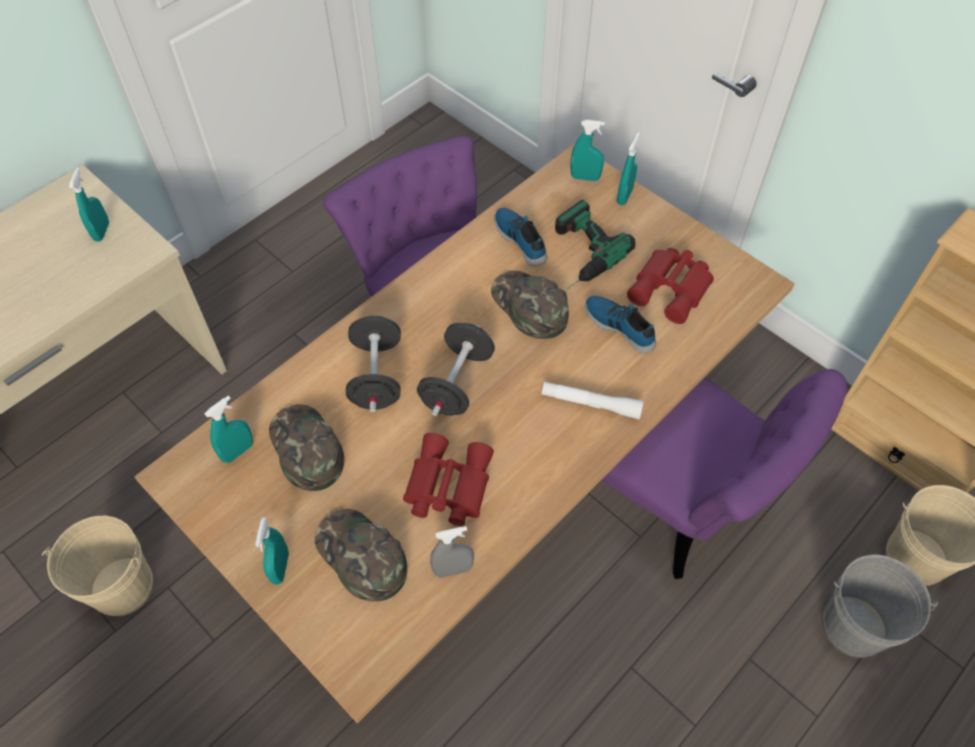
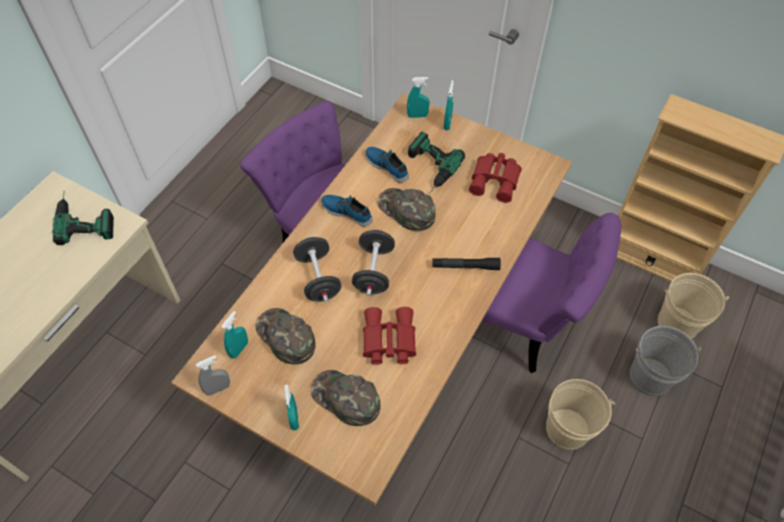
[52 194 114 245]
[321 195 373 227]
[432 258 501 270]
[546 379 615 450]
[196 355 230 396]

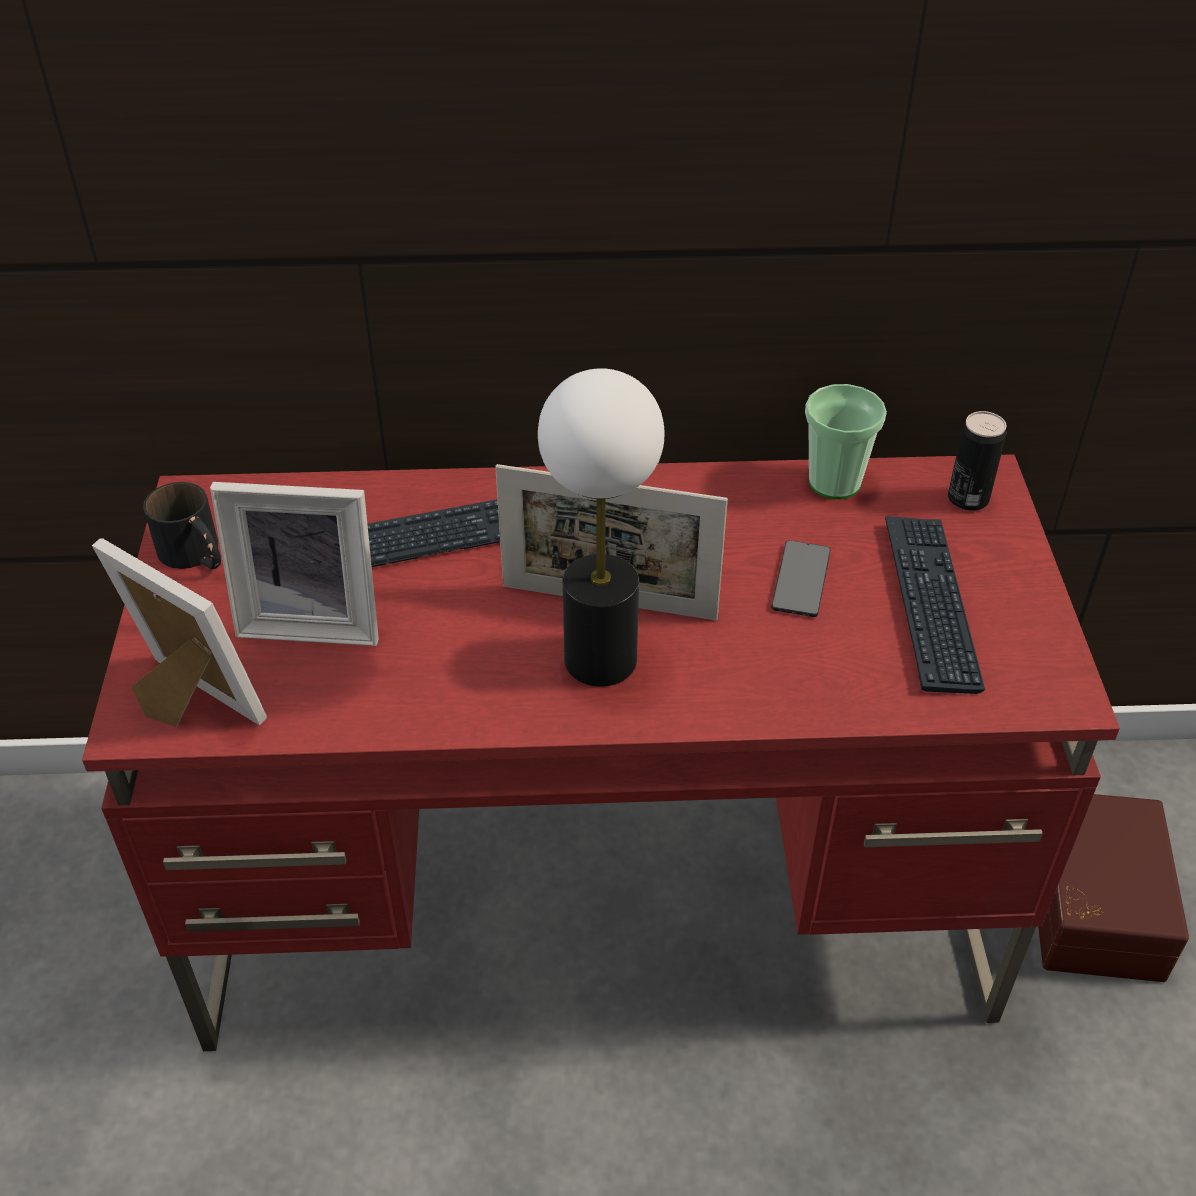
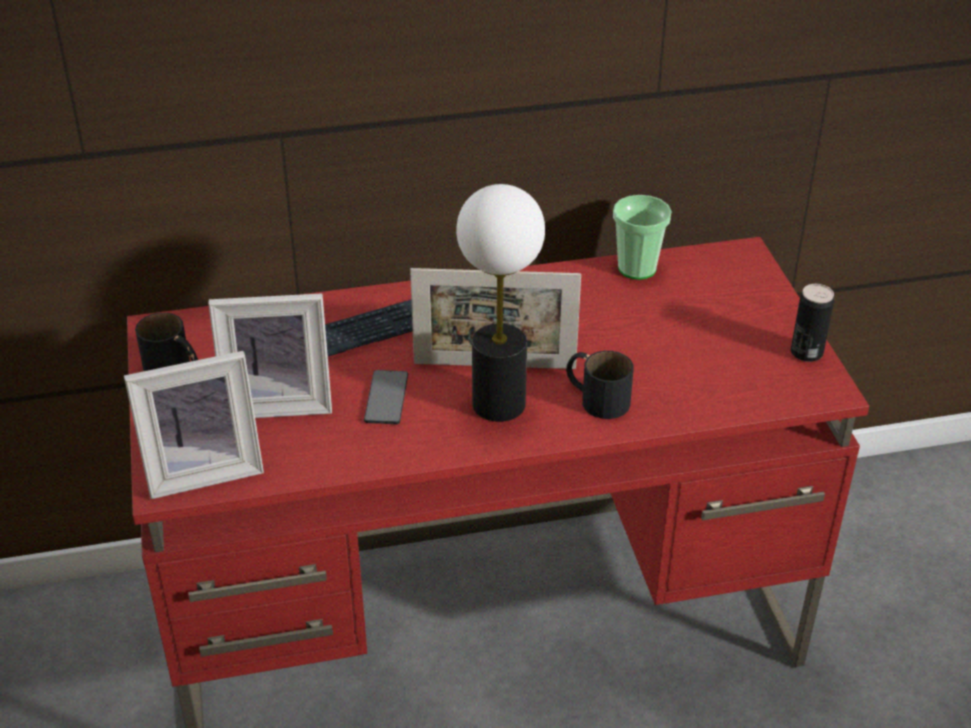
[791 284 834 362]
[885 516 985 694] (first image)
[124 351 264 499]
[364 370 408 424]
[1038 794 1189 982] (first image)
[566 351 634 419]

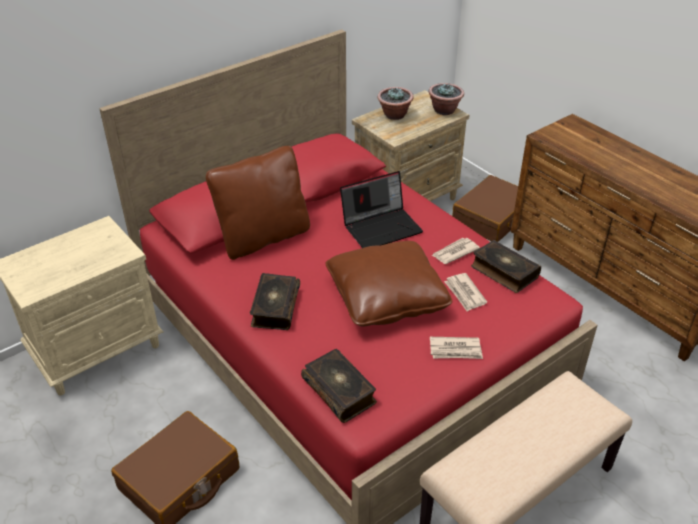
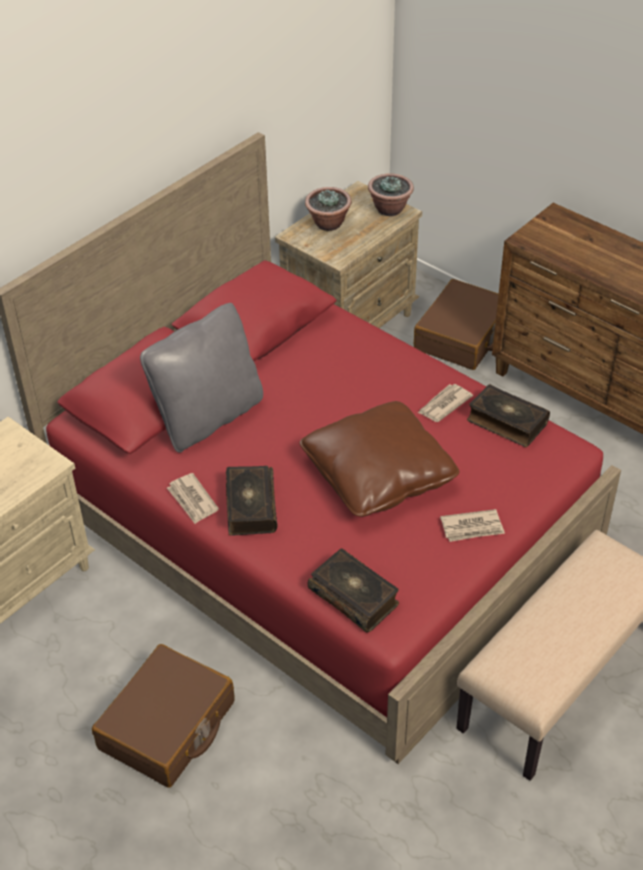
[140 303 263 453]
[340 171 423 248] (first image)
[167 473 219 524]

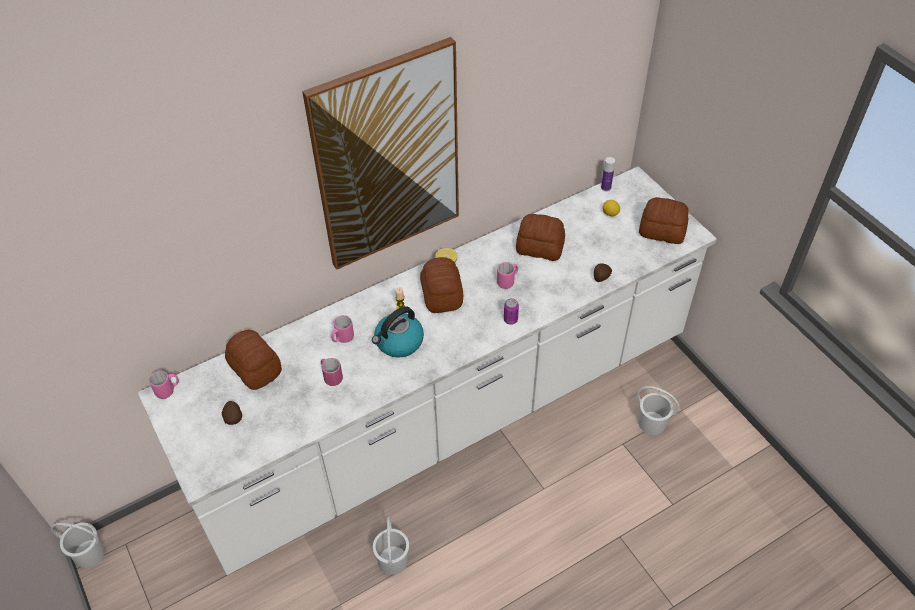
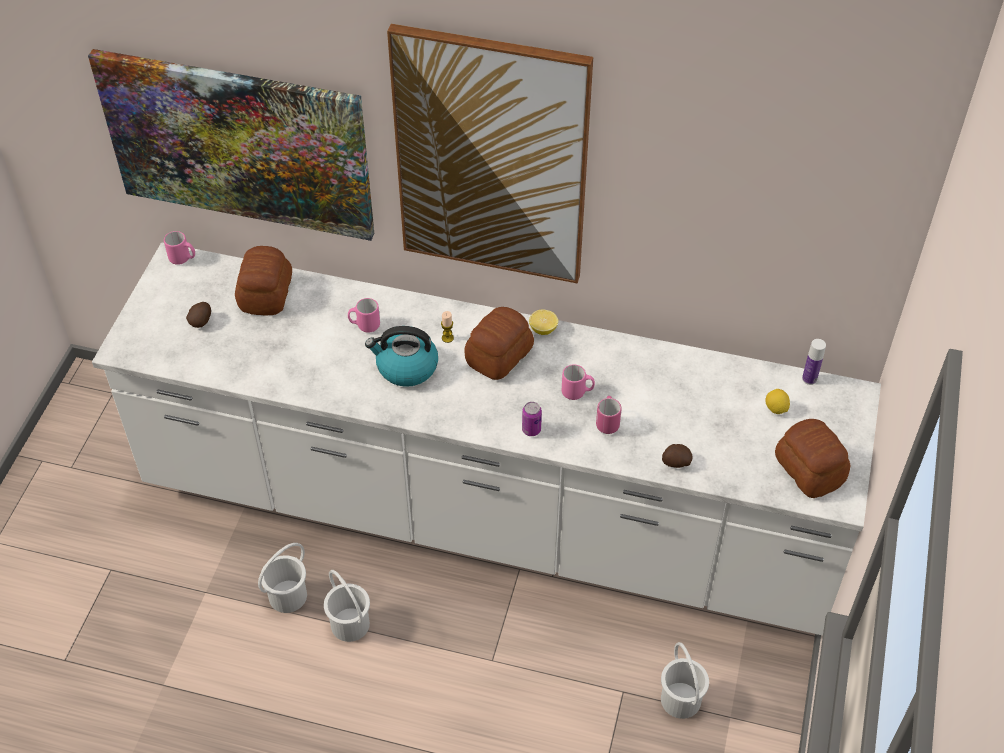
[516 214 565 261] (first image)
[596 396 621 434]
[324 570 370 642]
[88 49 374 241]

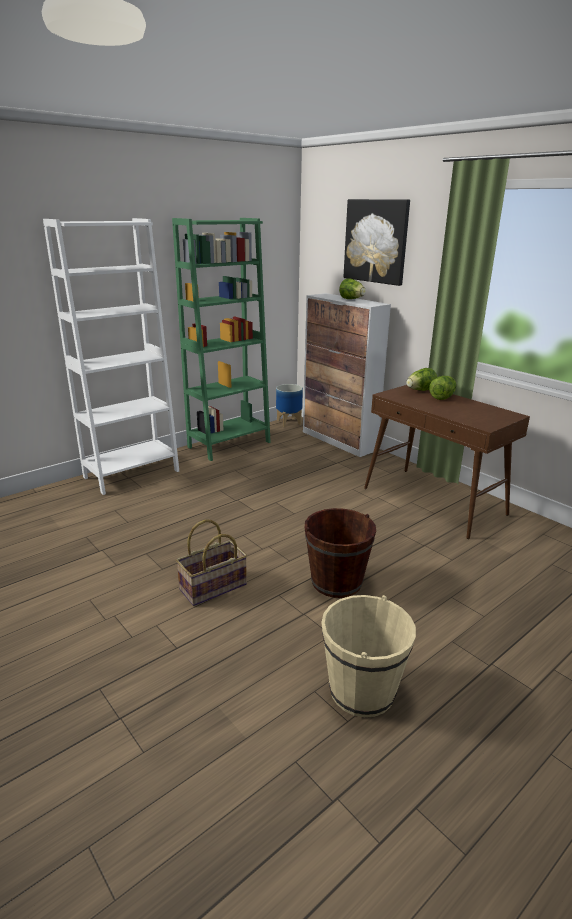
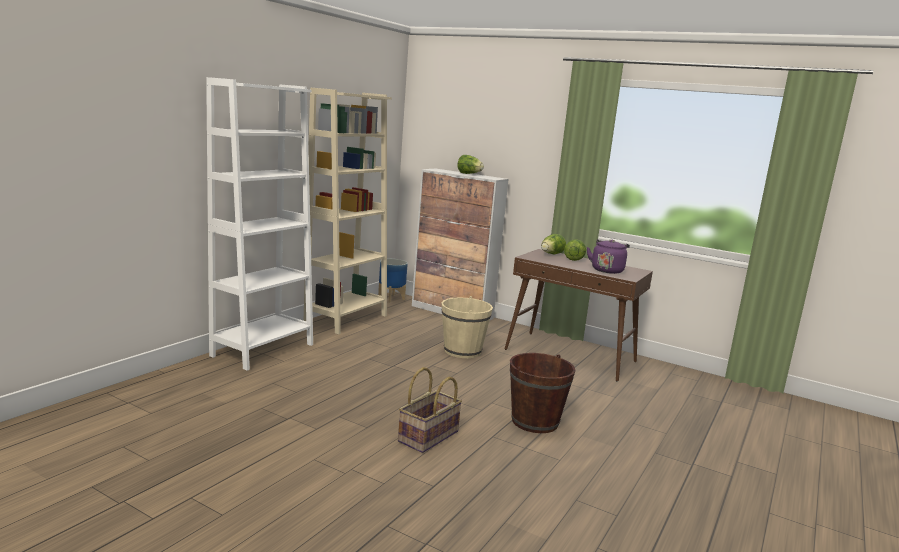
[343 199 410 286] (first image)
[304 88 392 334]
[441 296 493 358]
[587 239 630 274]

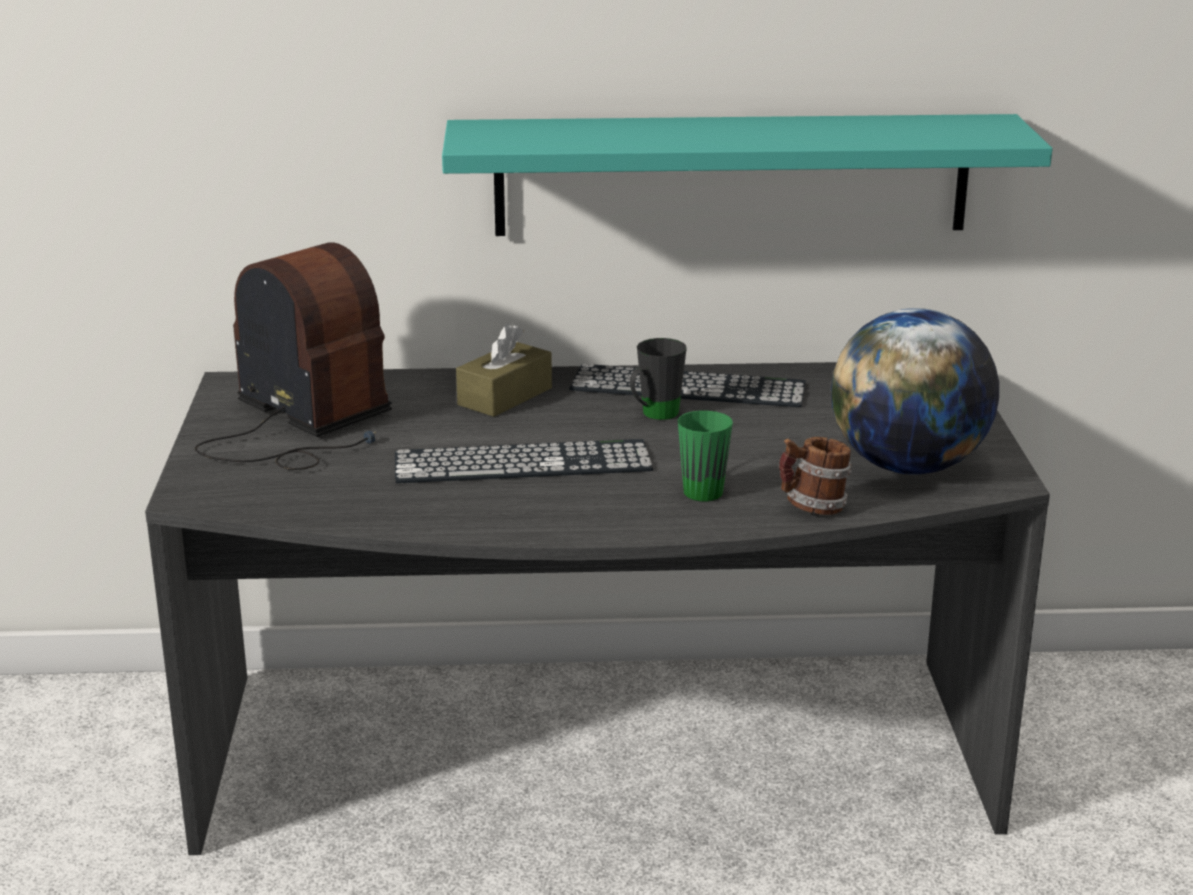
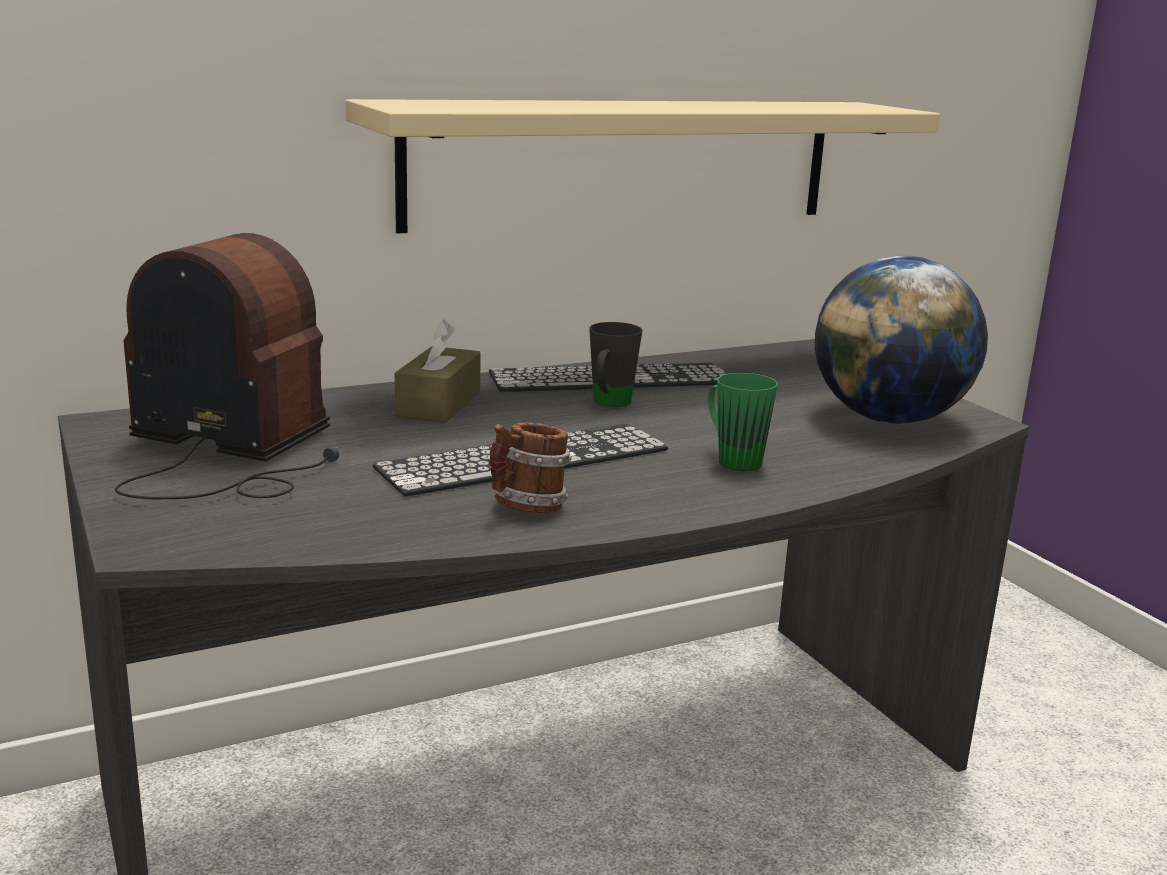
[345 99 940 234]
[490 422 571 513]

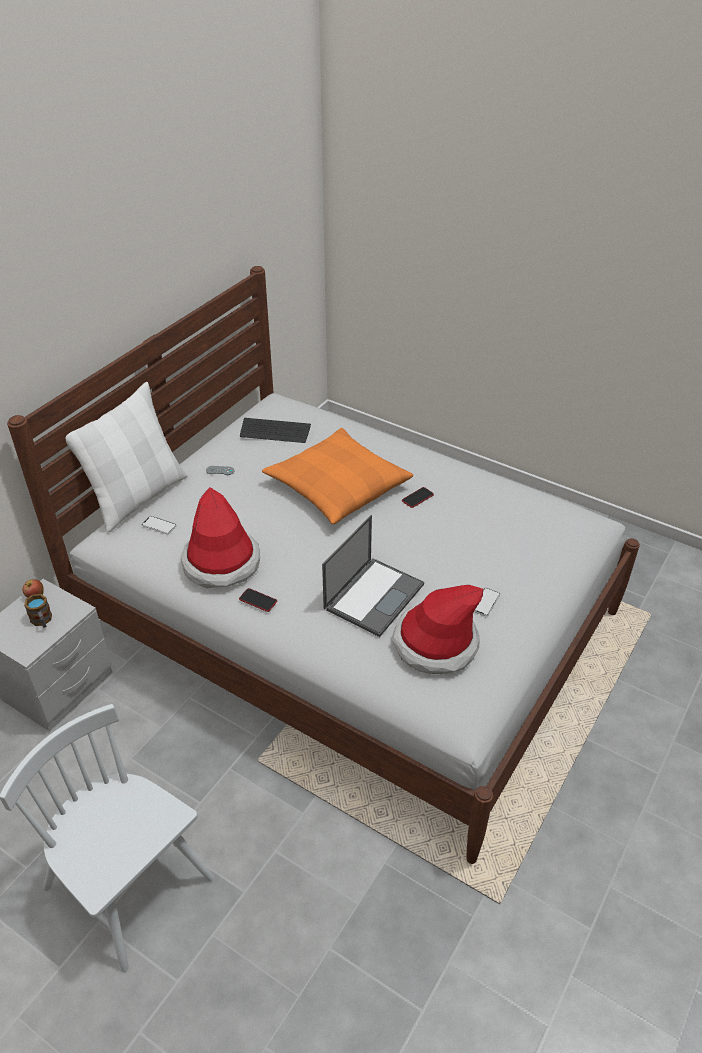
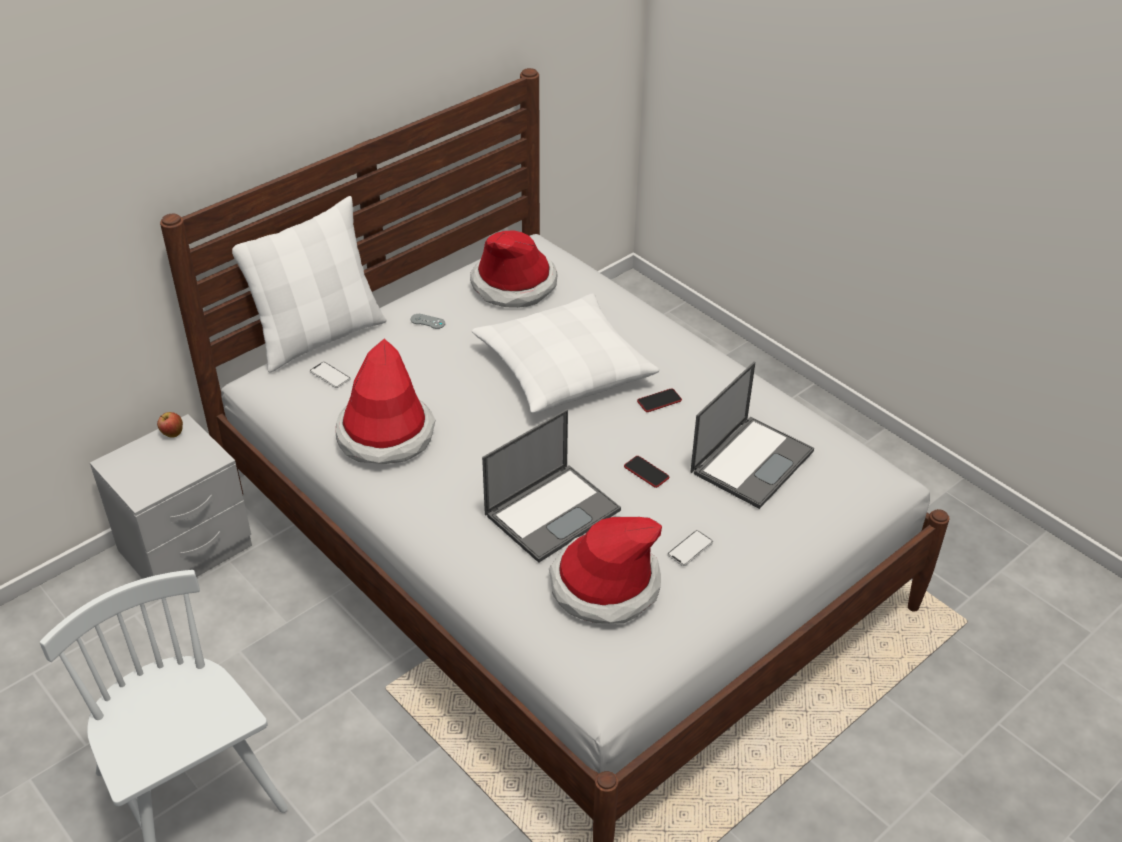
[470 231 558 308]
[472 293 659 414]
[624 456 669 488]
[24 594 52 628] (first image)
[690 362 814 509]

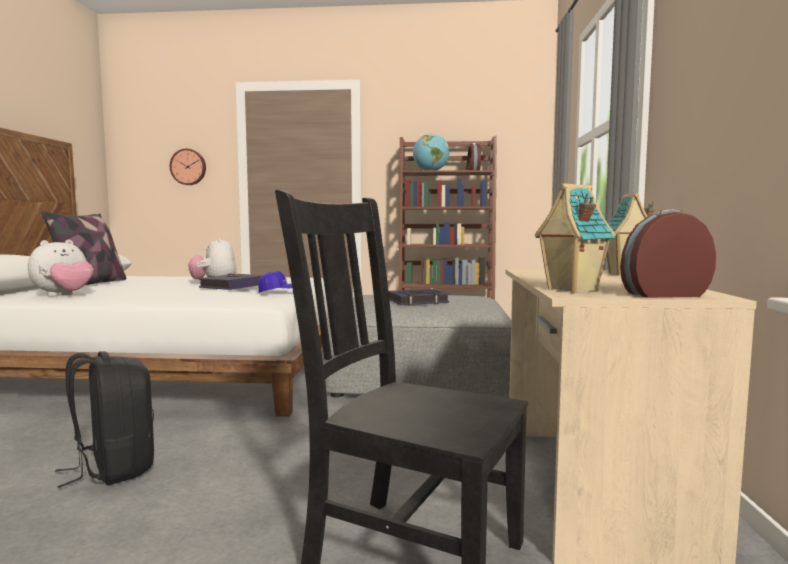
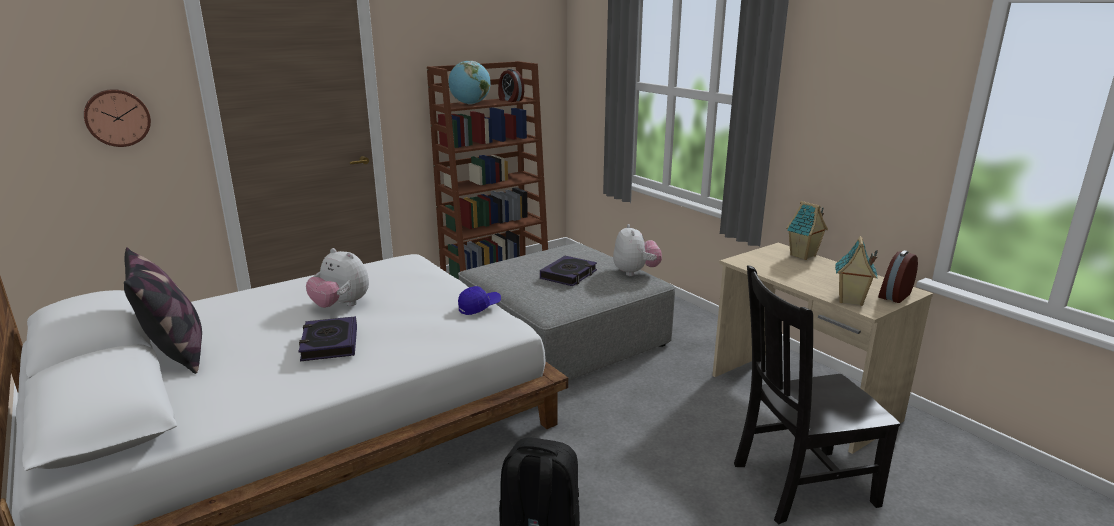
[613 224 662 276]
[299 316 357 361]

